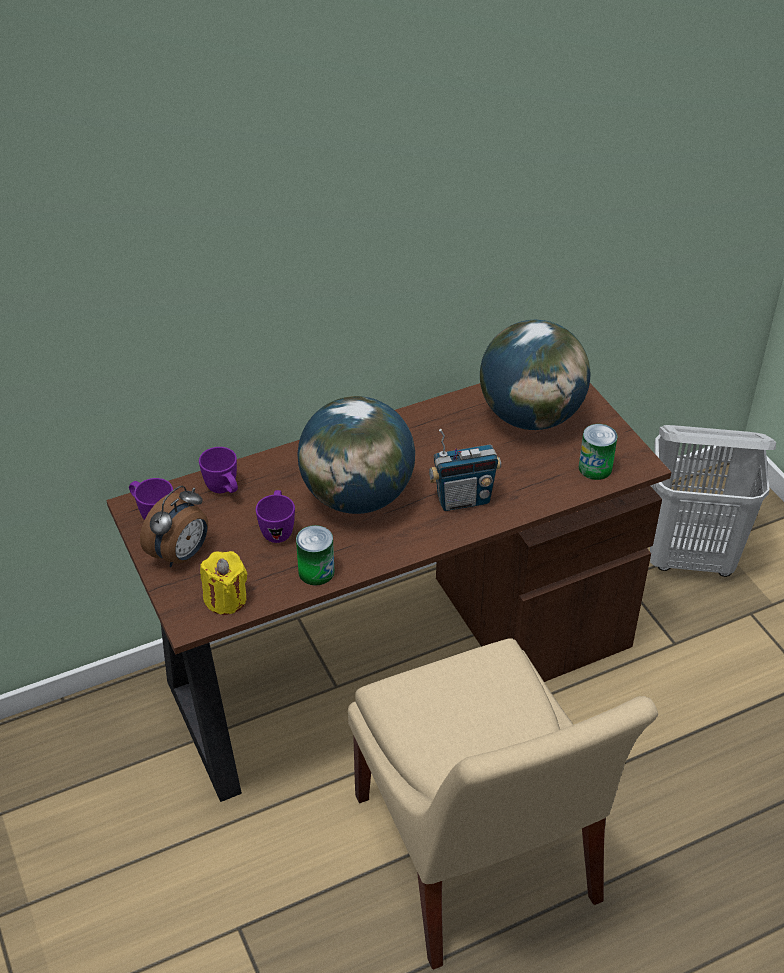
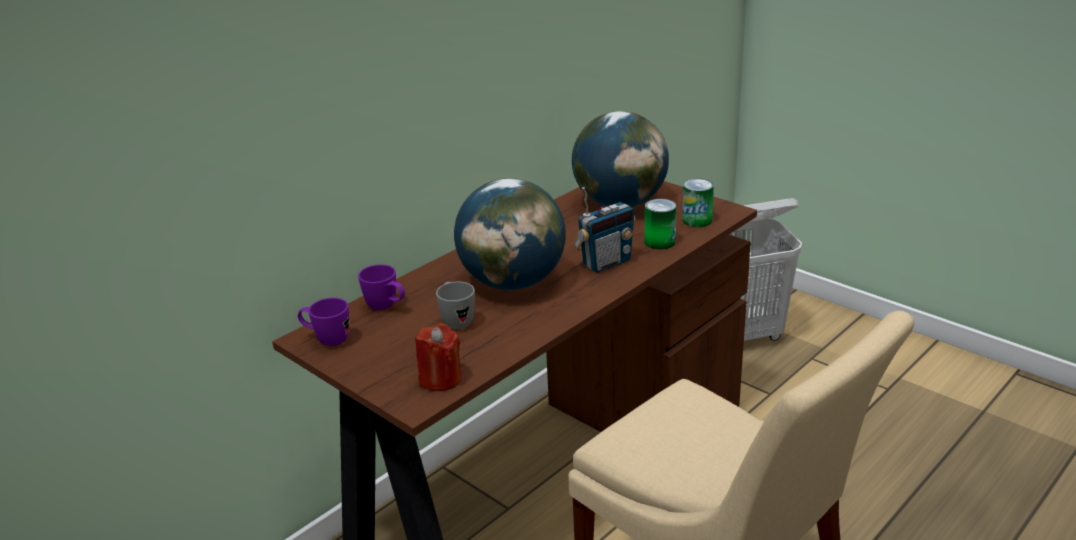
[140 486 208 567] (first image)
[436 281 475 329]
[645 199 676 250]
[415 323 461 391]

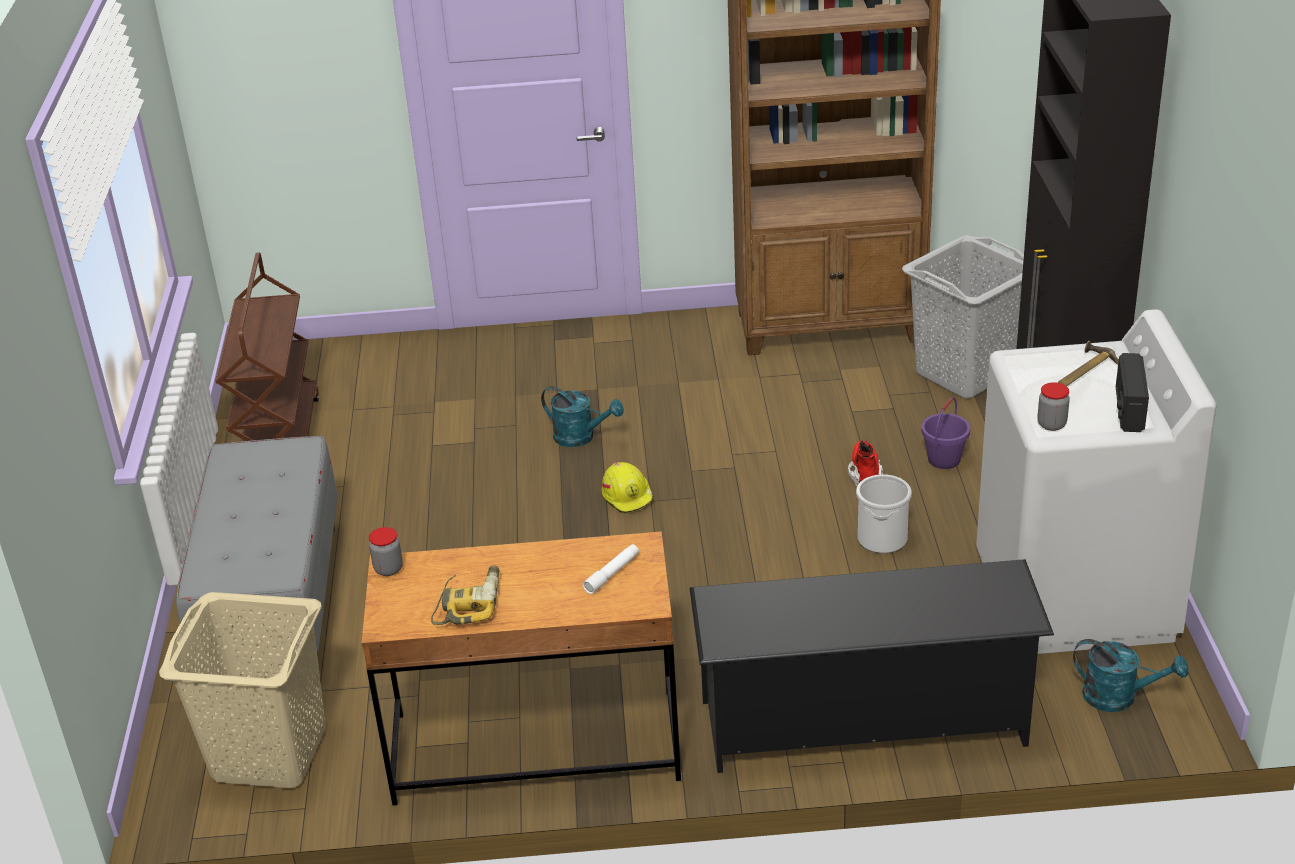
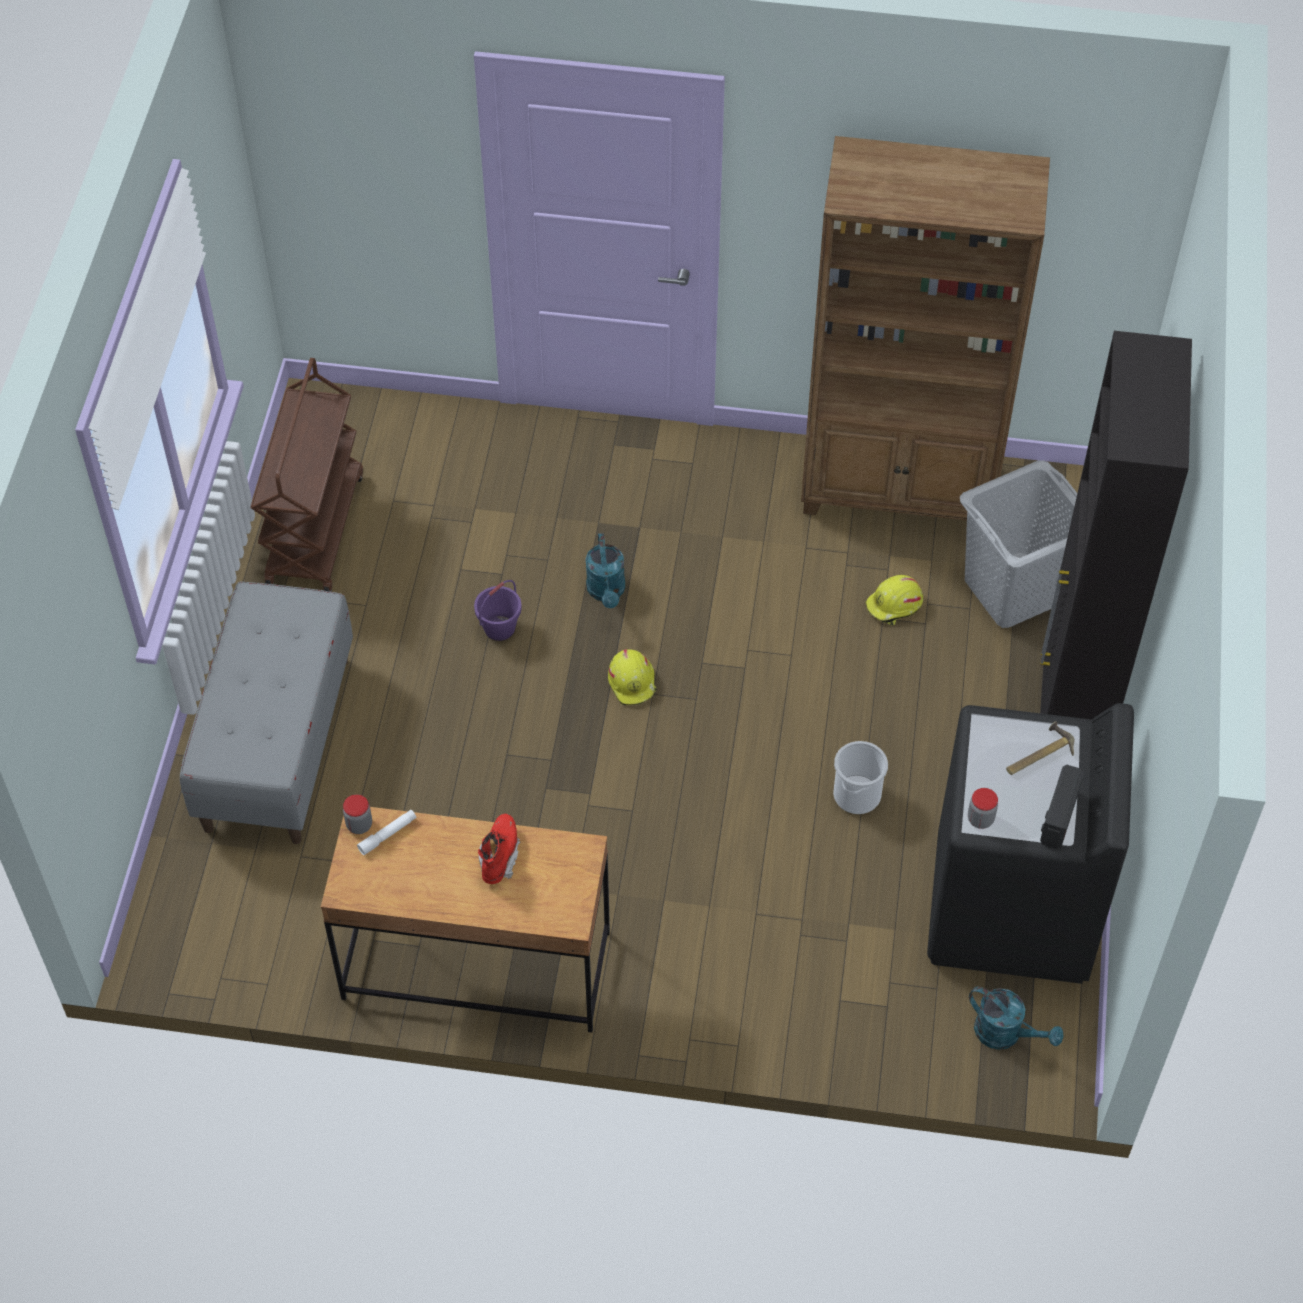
[927 703 1134 984]
[585 533 625 608]
[474 580 522 641]
[478 814 521 884]
[357 810 416 855]
[689 559 1054 773] (first image)
[431 565 500 625] (first image)
[159 592 326 788] (first image)
[866 575 923 625]

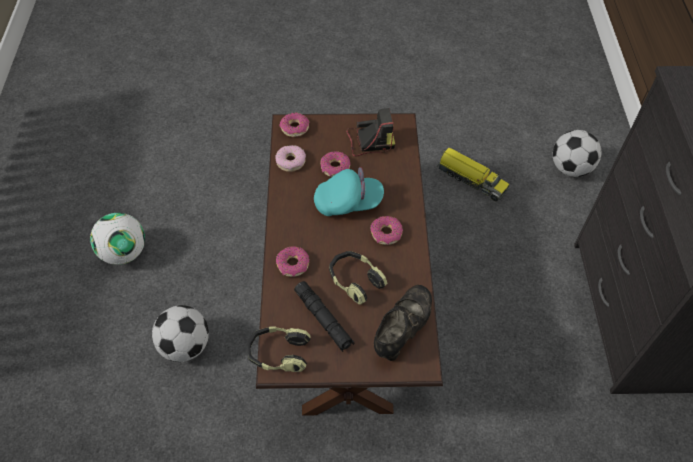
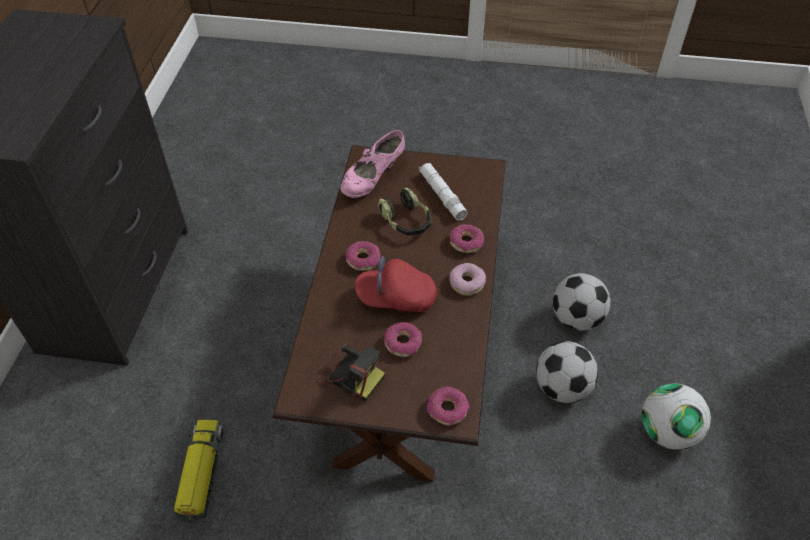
[317 343 385 401]
[536 341 598 403]
[449 263 486 296]
[174 420 223 523]
[355 256 437 312]
[419 163 468 221]
[340 130 405 198]
[246 326 311 372] (first image)

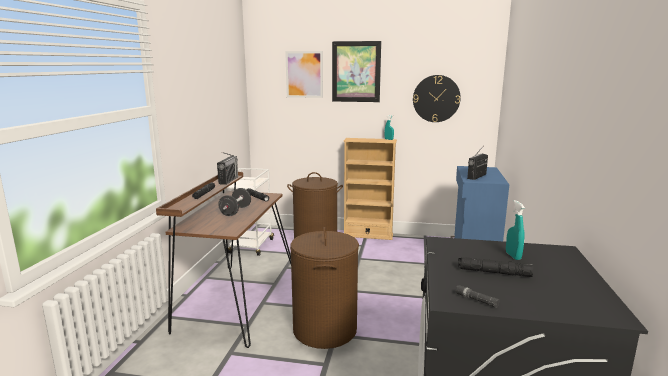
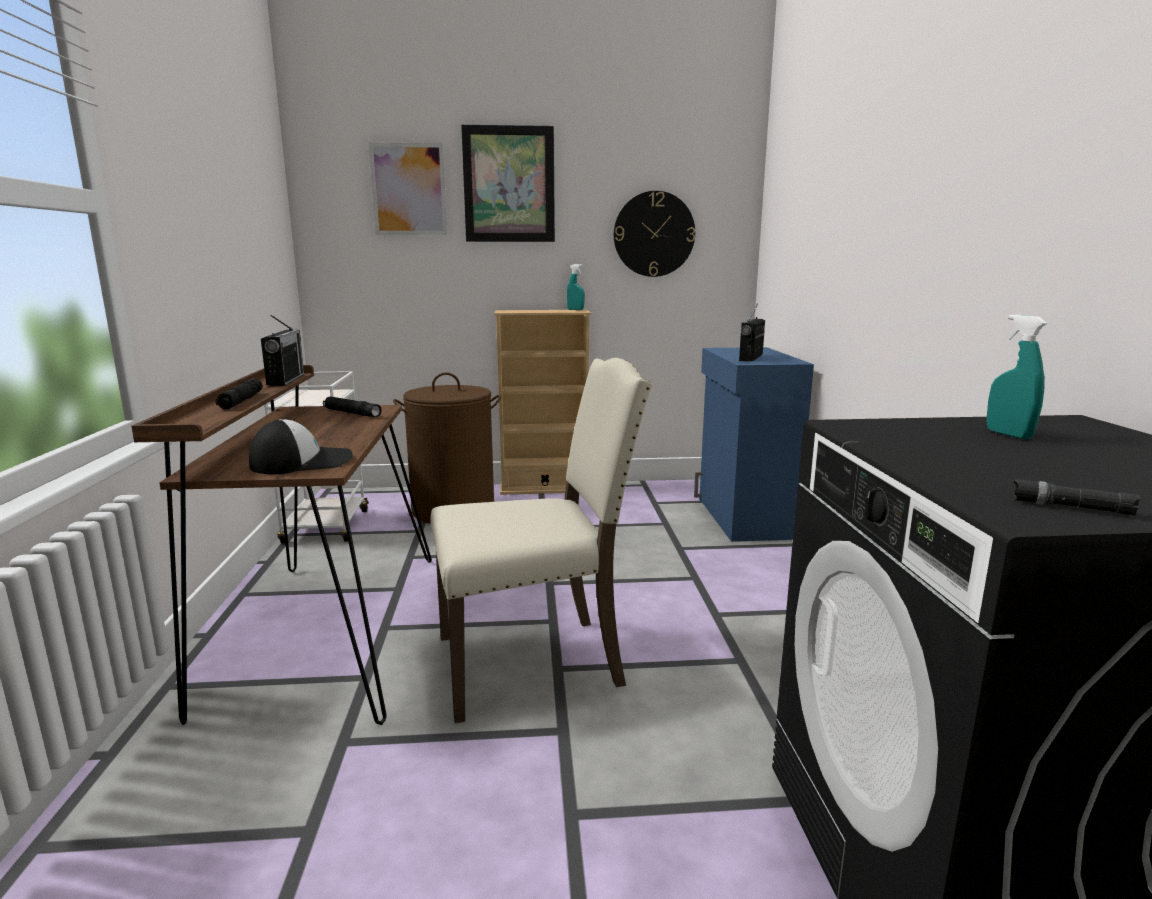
[218 188 251 216] (first image)
[430 358 652 723]
[458 257 533 277] (first image)
[249 419 353 474]

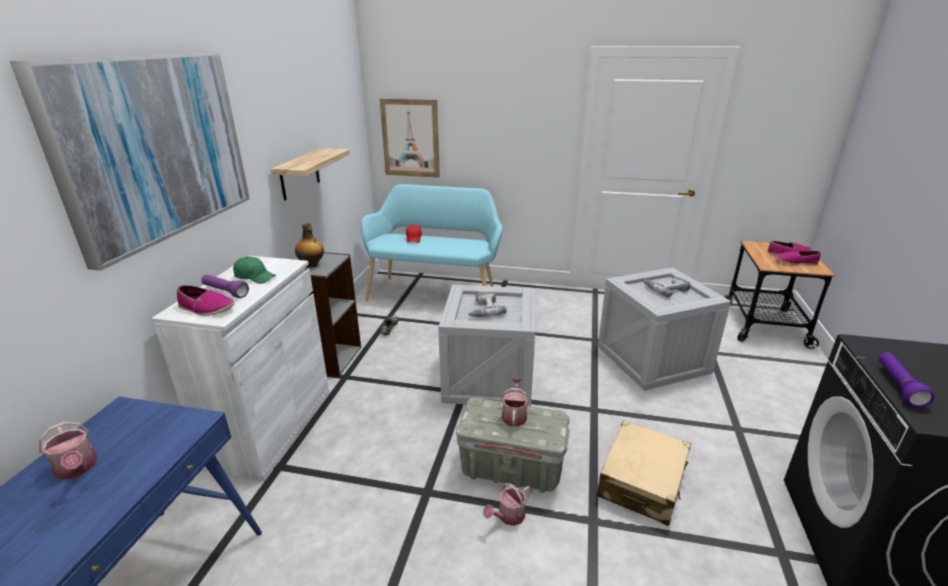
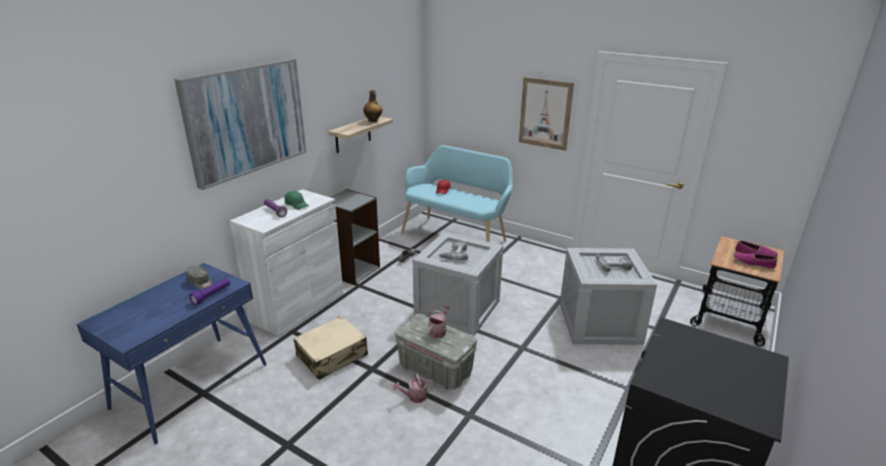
[519 77 574 151]
[363 90 382 122]
[177 285 235 316] (first image)
[189 278 230 305]
[294 316 368 380]
[39 421 98 480] (first image)
[186 265 212 289]

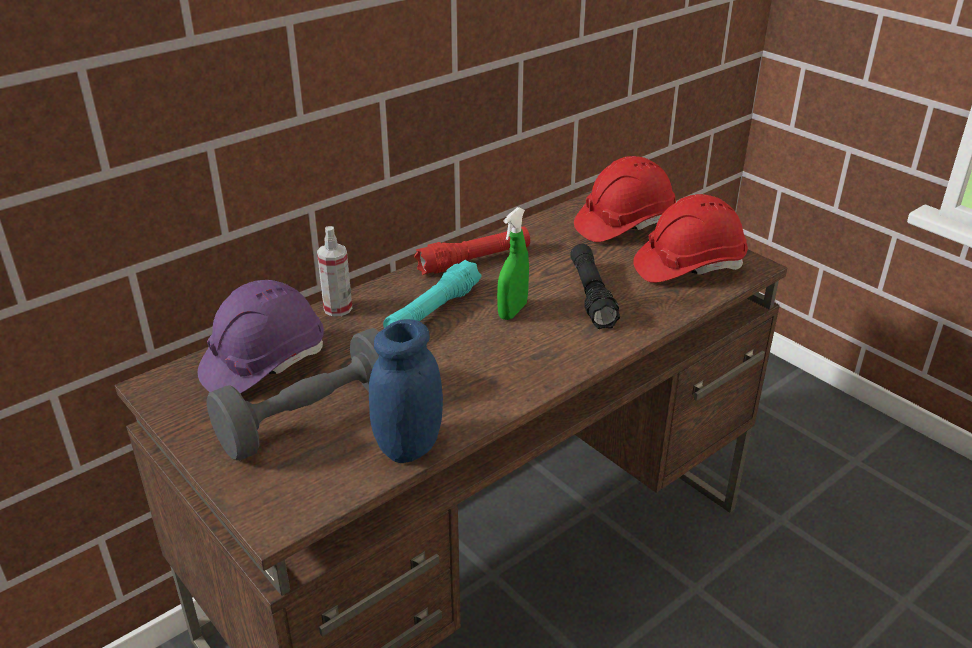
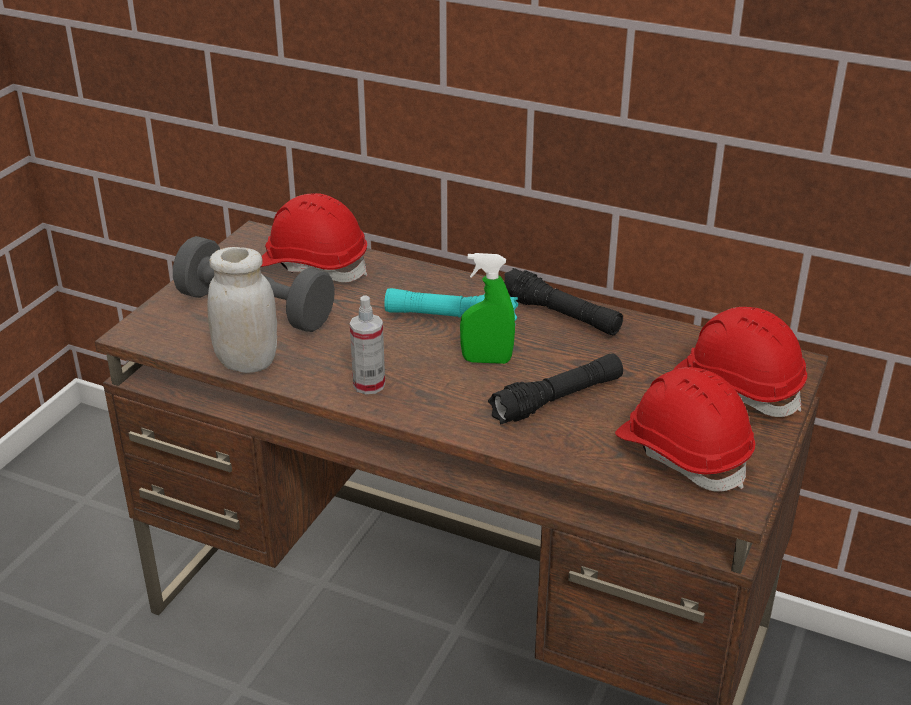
[350 295 385 394]
[504 268 623 335]
[261 193 367 282]
[207 247 277 373]

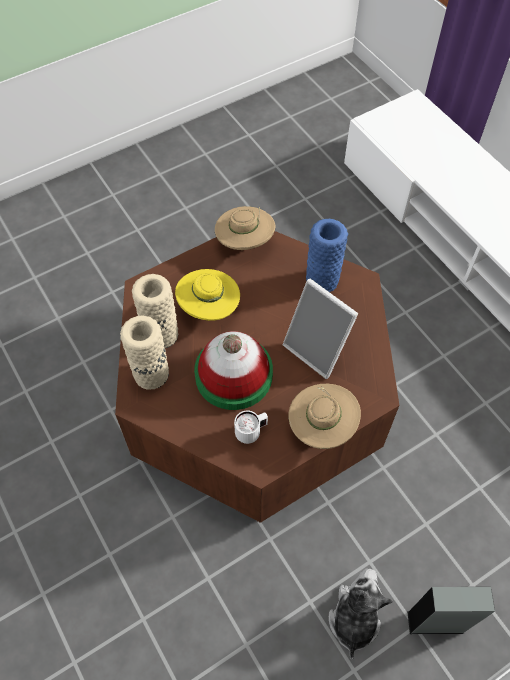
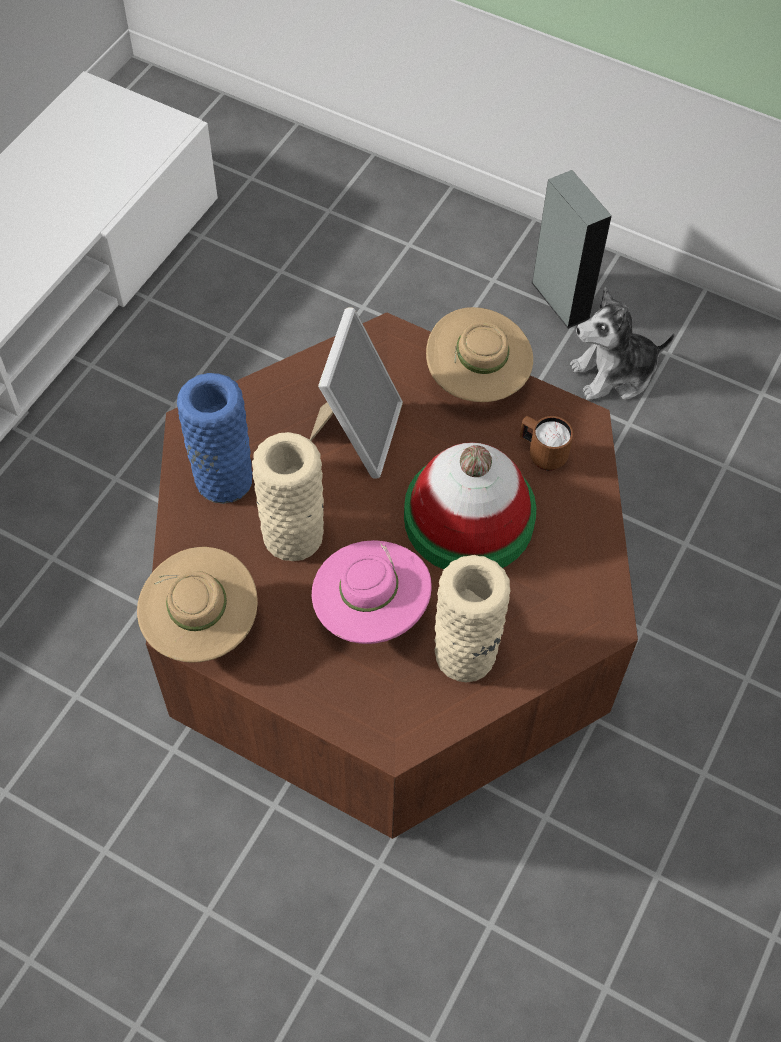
[312 540 432 644]
[252 432 324 561]
[520 416 573 471]

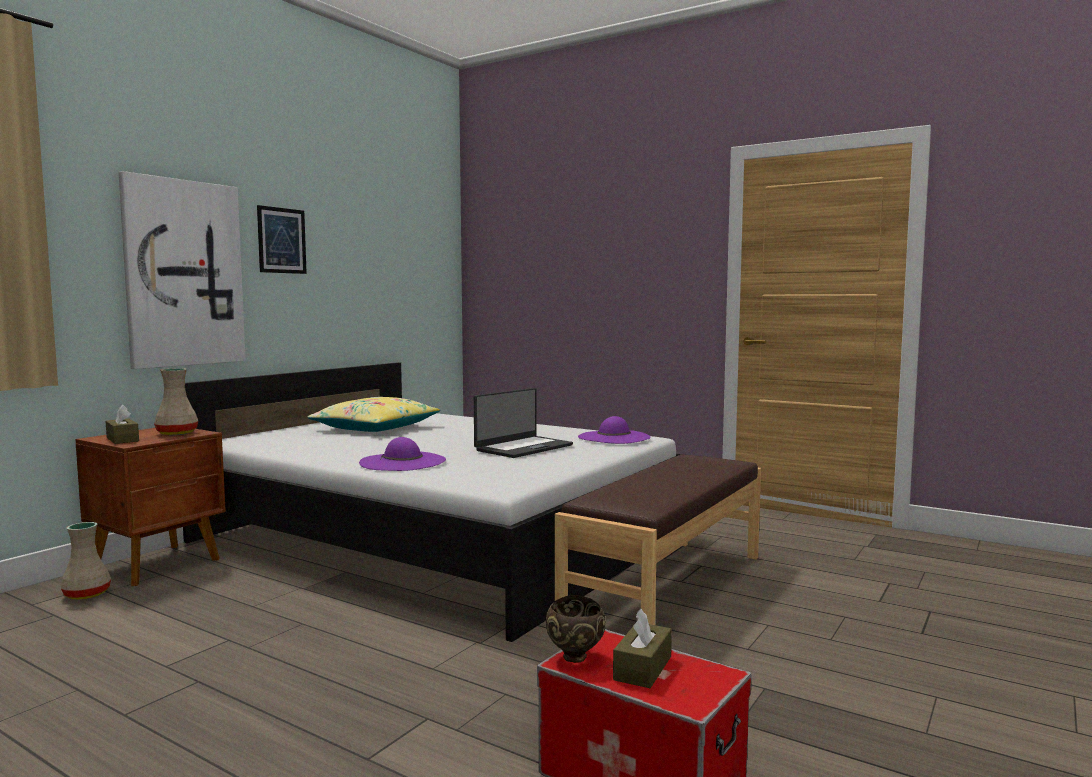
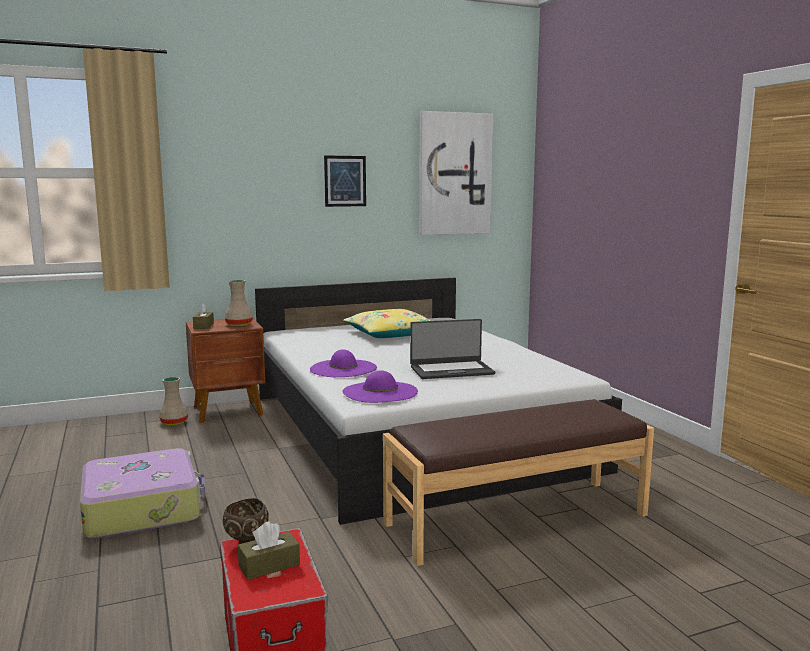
[420 111 493 235]
[342 370 418 403]
[80 448 205 539]

